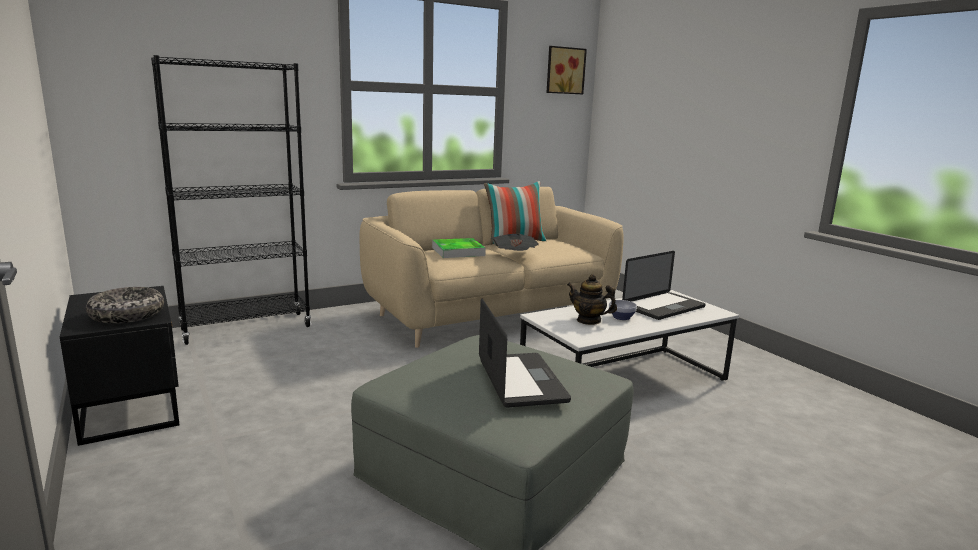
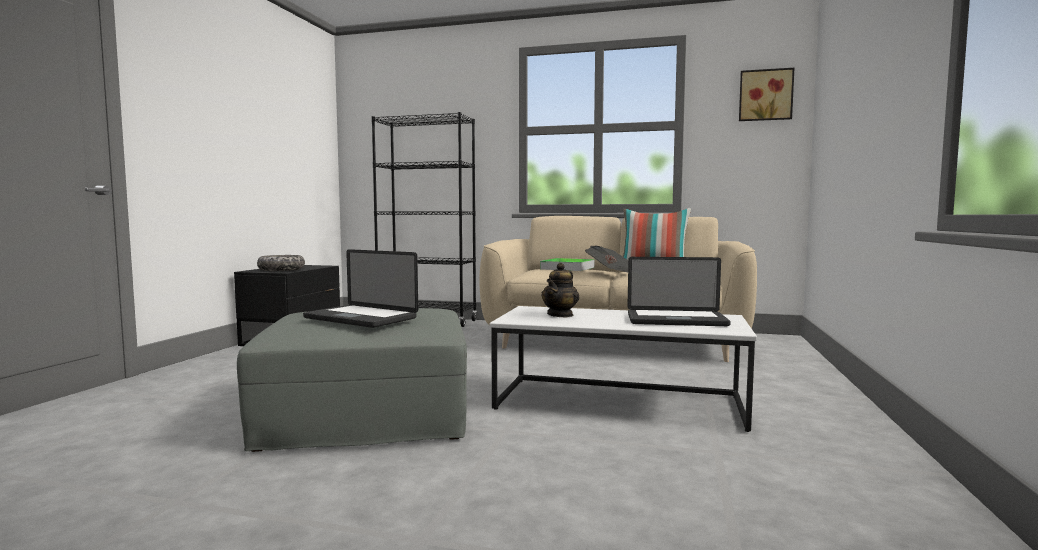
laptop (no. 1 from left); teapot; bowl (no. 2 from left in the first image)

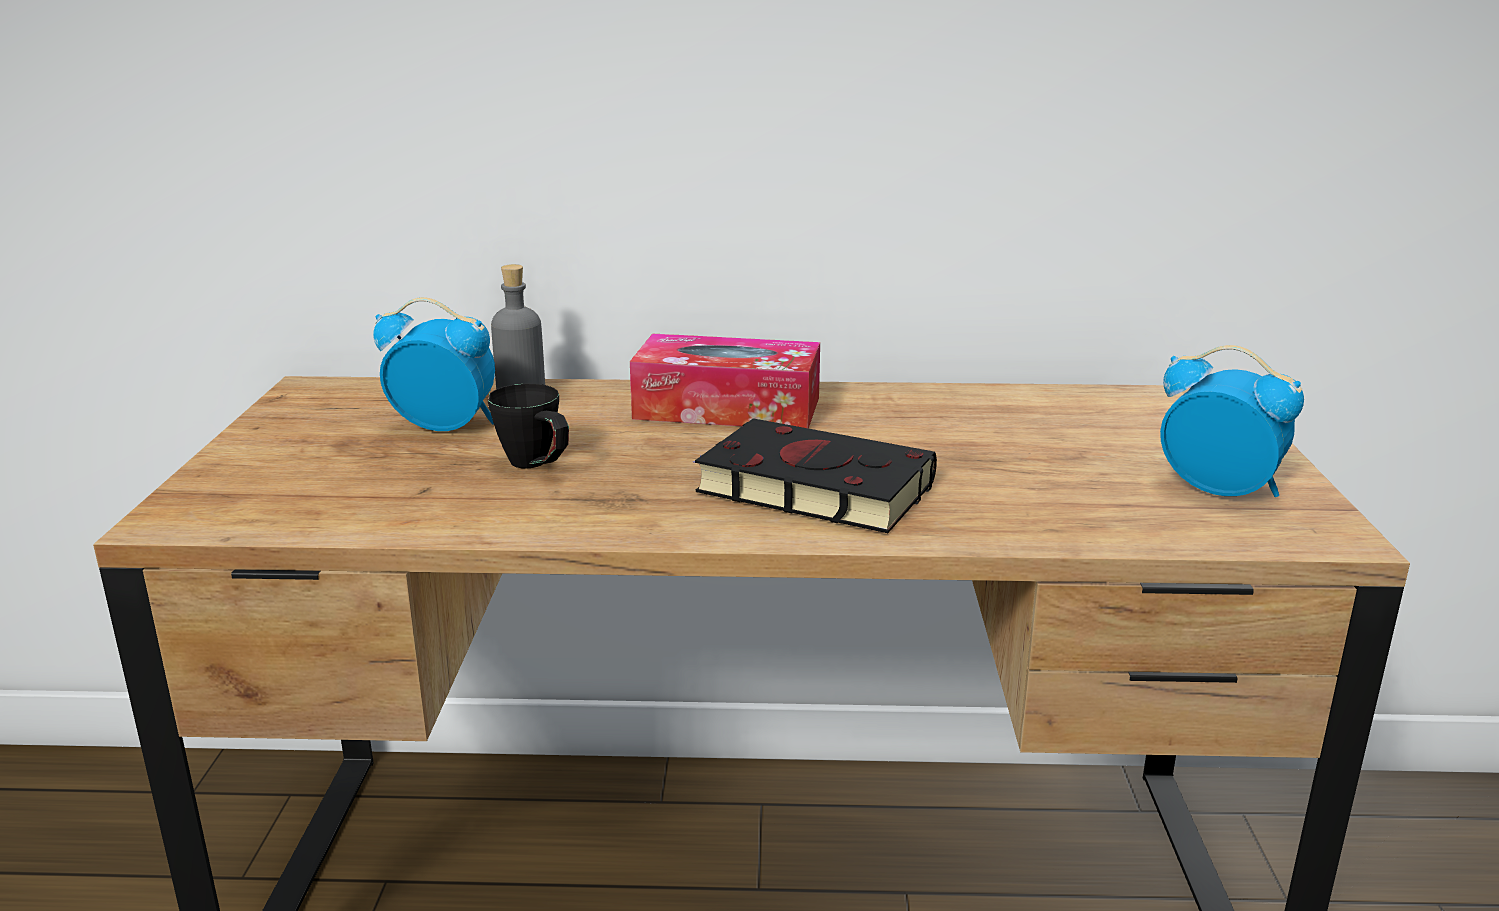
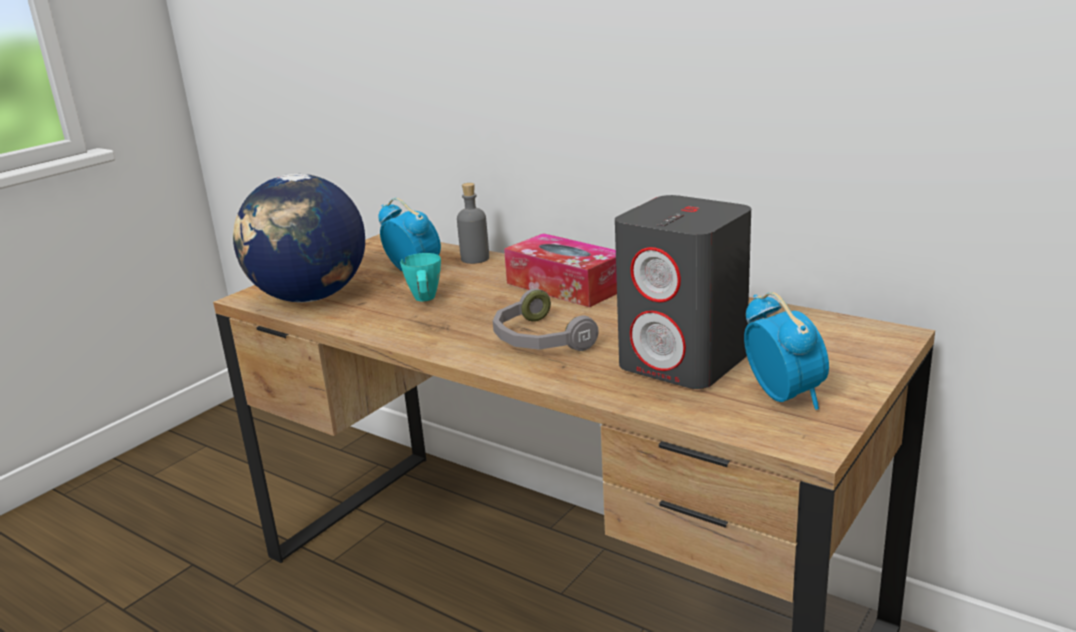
globe; turquoise mug; grey headphones; grey speaker

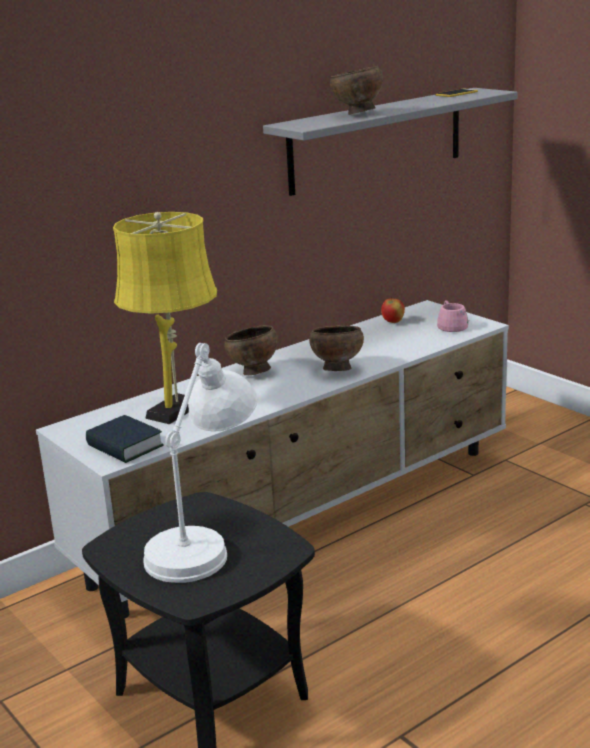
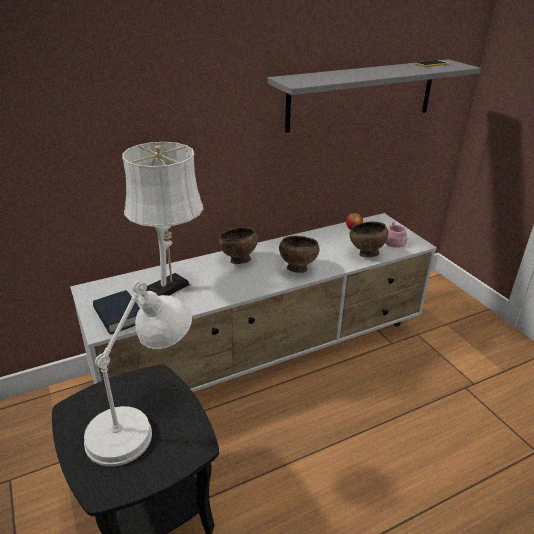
white table lamp (no. 2 from left); brown bowl (no. 3 from left)

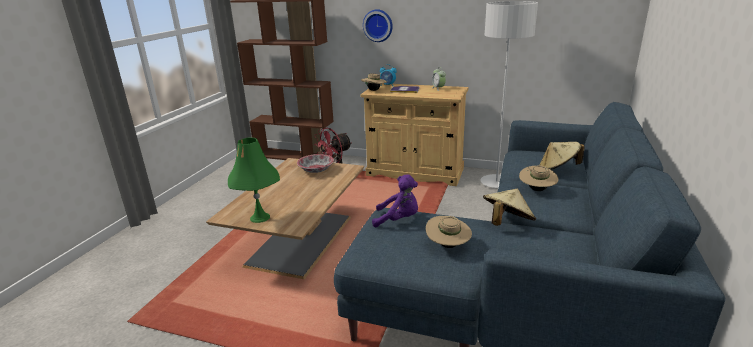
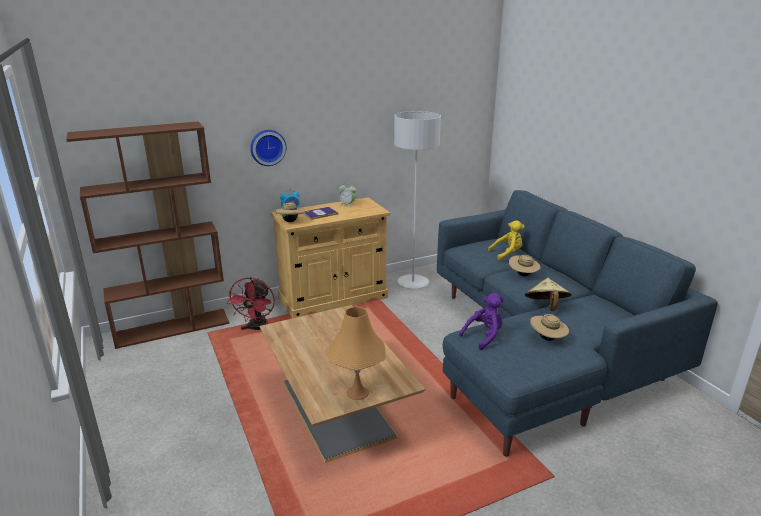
orange table lamp; yellow plush toy; bowl

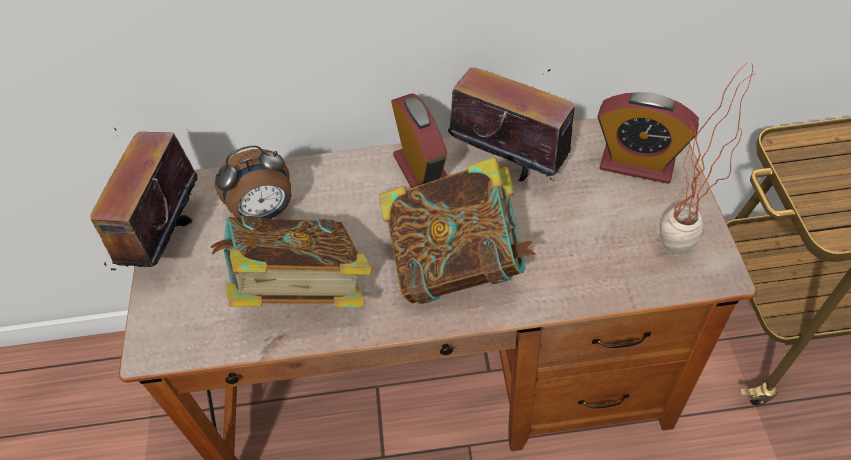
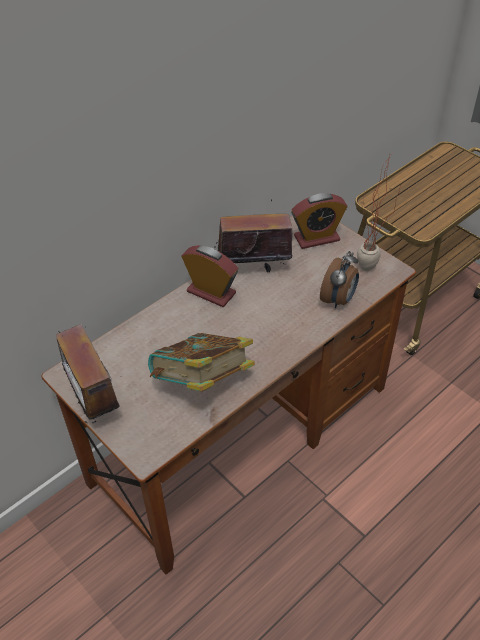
alarm clock (no. 3 from left); book (no. 2 from left in the first image)

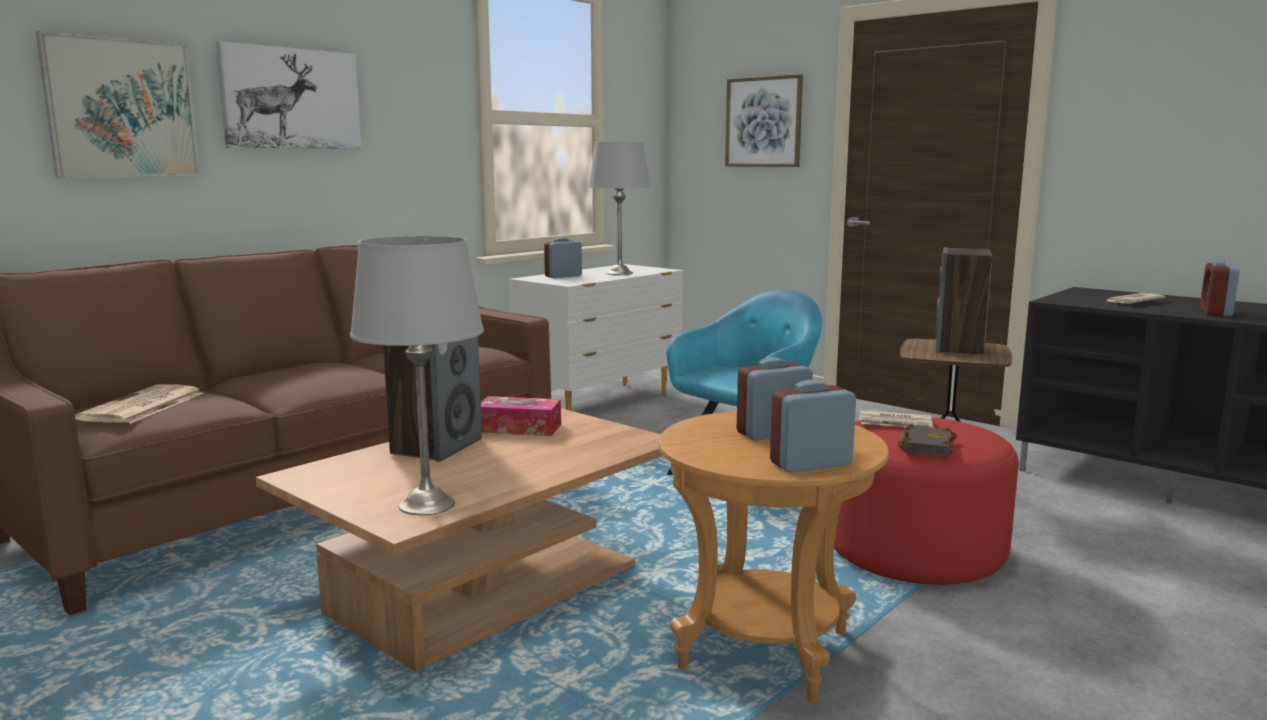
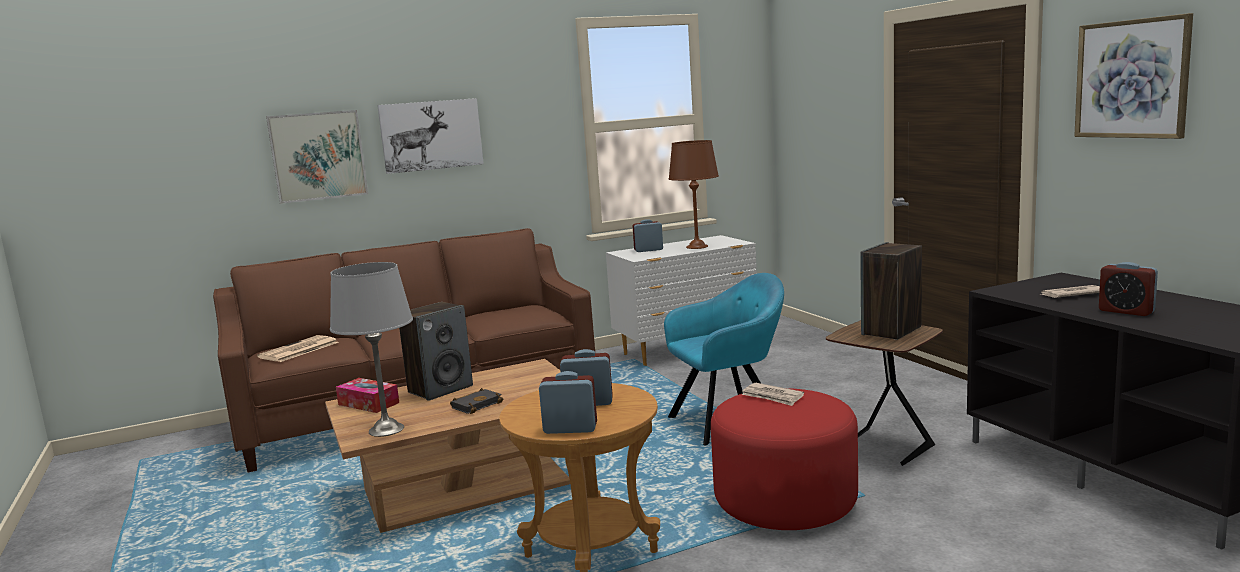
tissue box; black book; brown table lamp; picture (no. 3 from left); alarm clock (no. 4 from left)

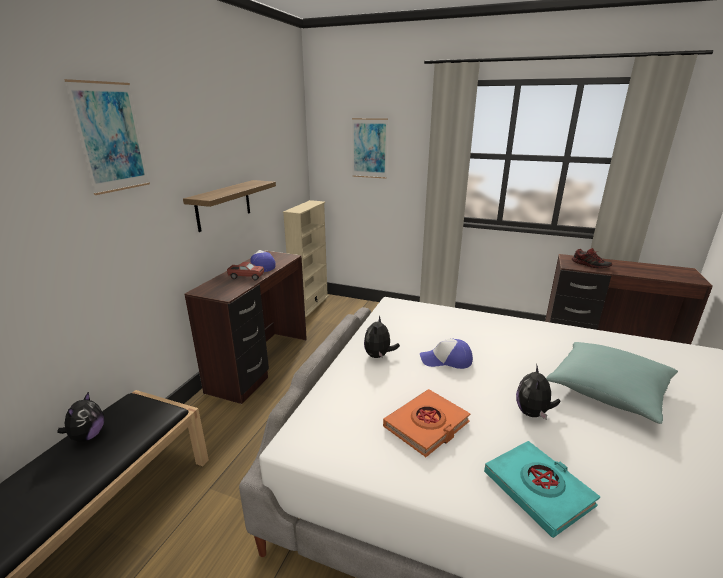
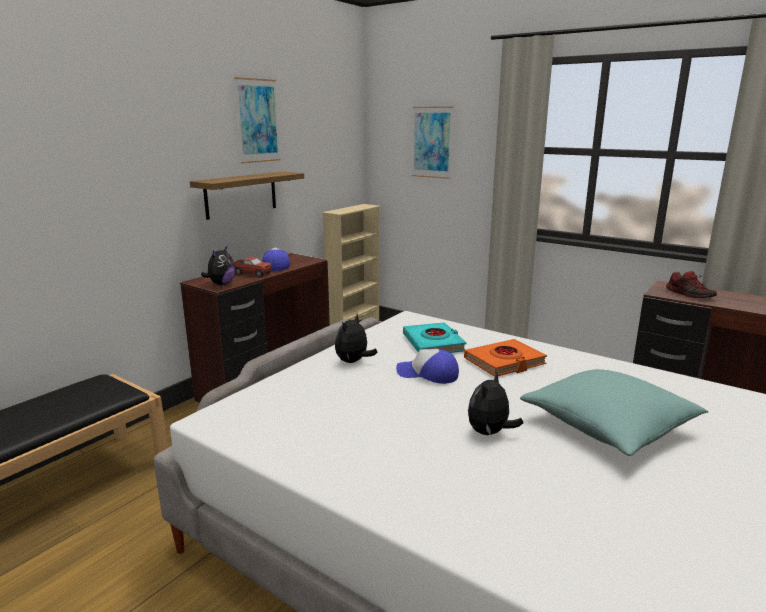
plush toy (no. 1 from left); picture (no. 1 from left); turquoise book; orange book

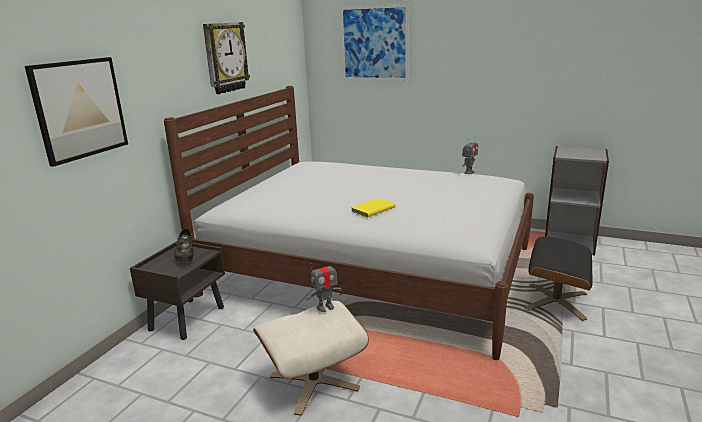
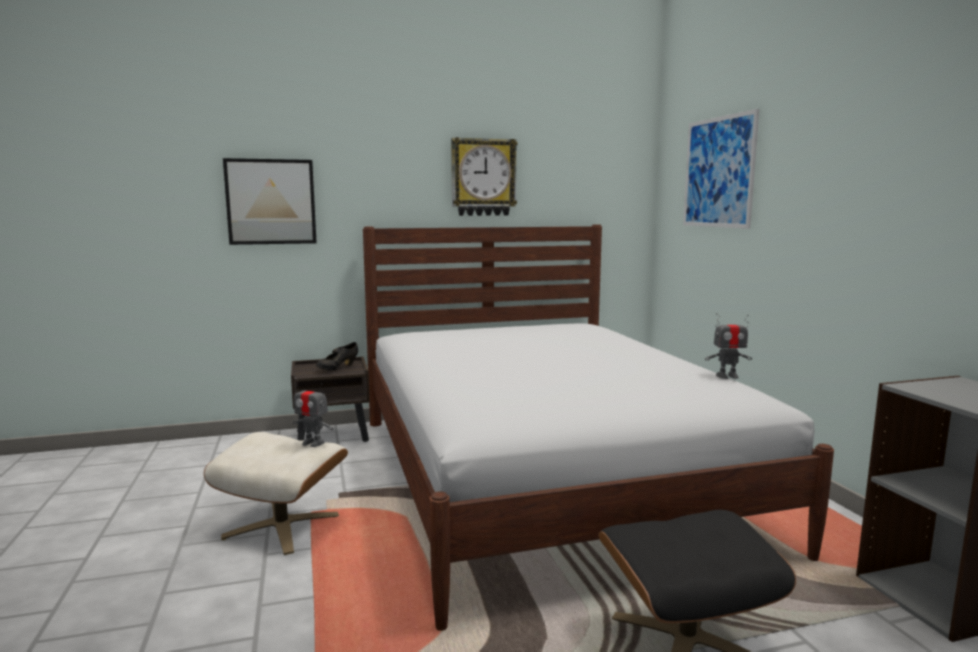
yellow book

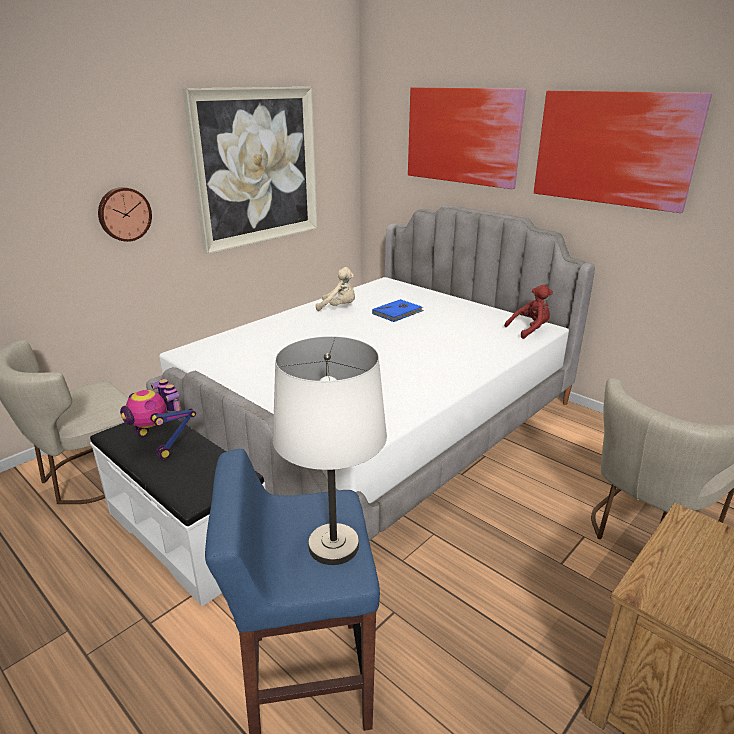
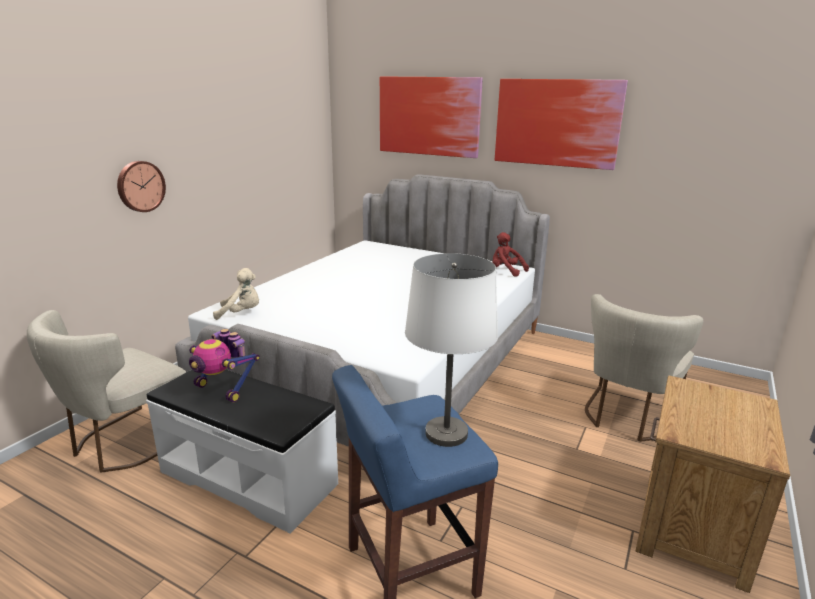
beige plush toy; red plush toy; picture (no. 1 from left in the first image); blue book

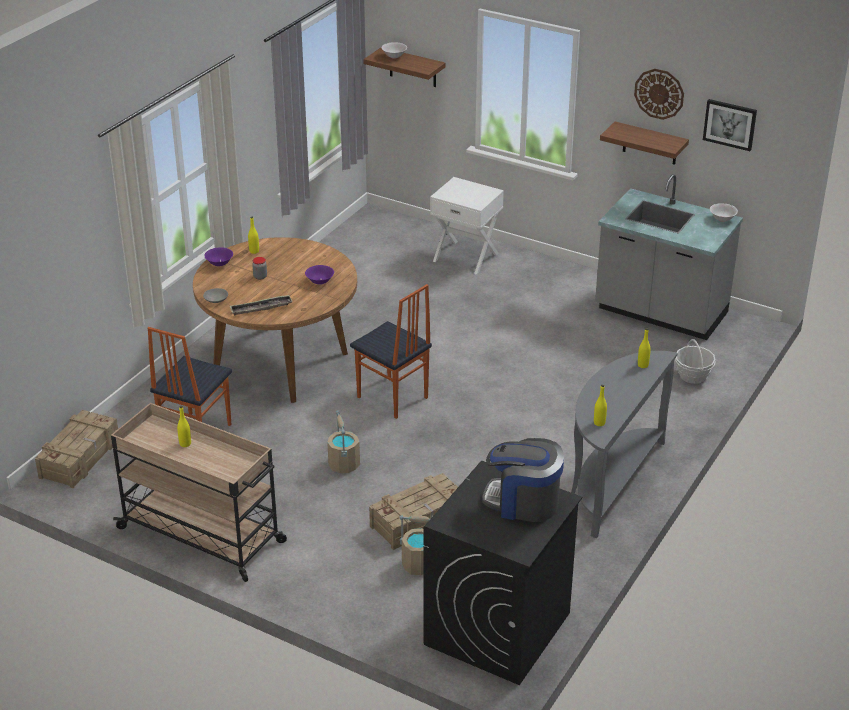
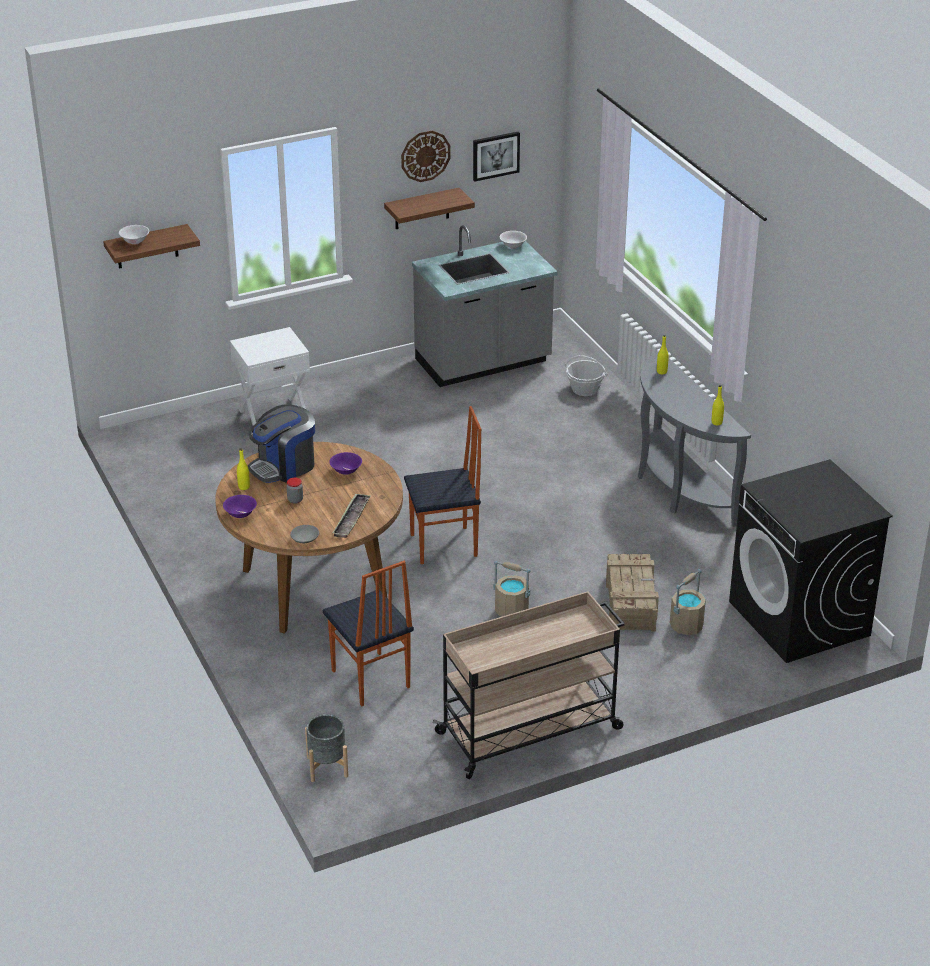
coffee machine; grey planter; yellow bottle (no. 1 from left in the first image)

